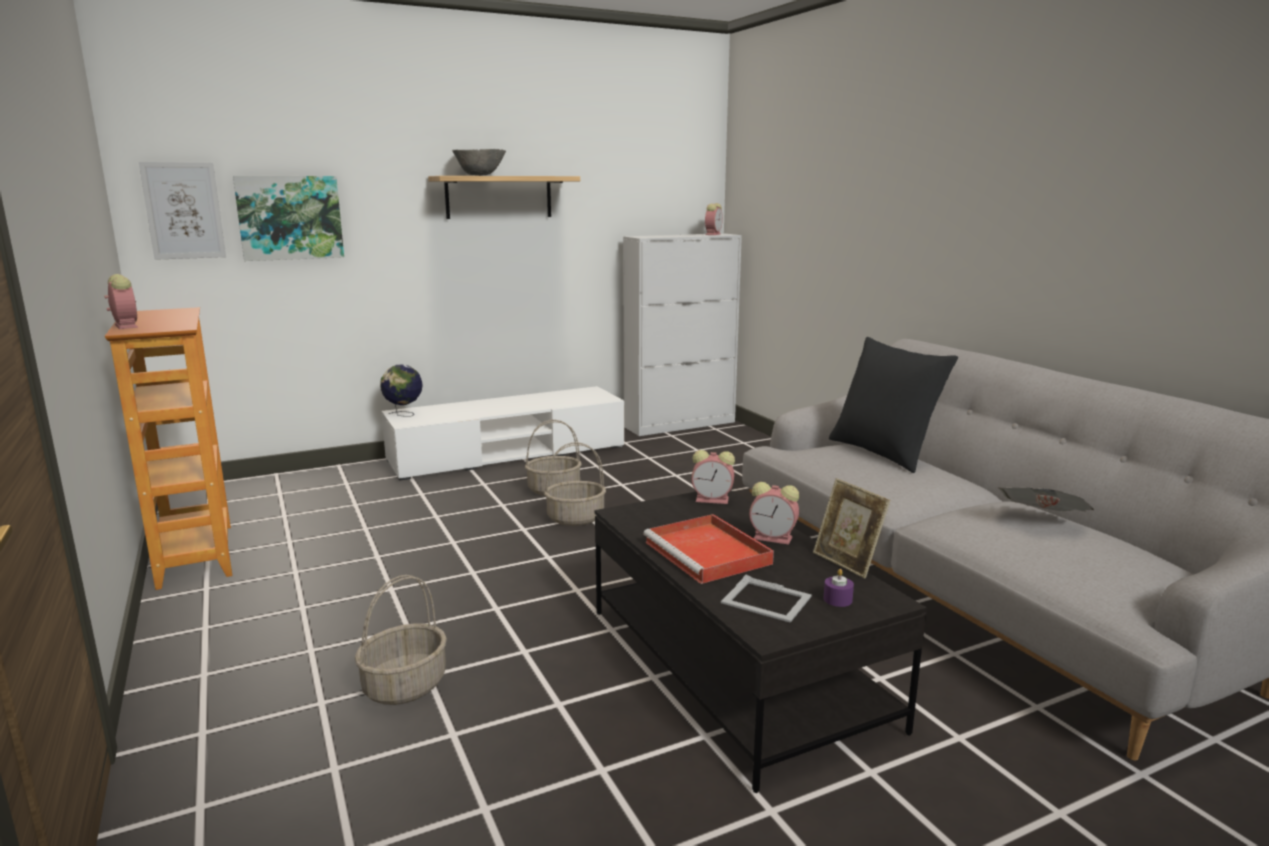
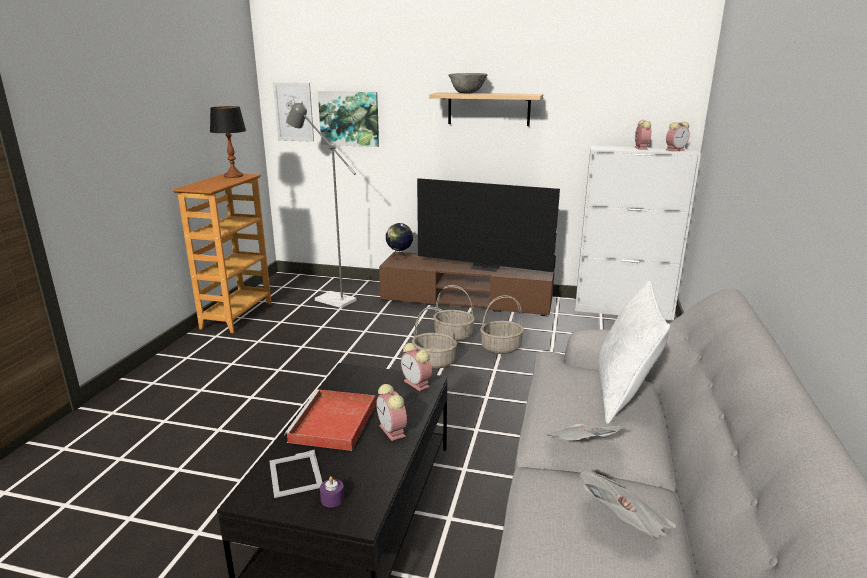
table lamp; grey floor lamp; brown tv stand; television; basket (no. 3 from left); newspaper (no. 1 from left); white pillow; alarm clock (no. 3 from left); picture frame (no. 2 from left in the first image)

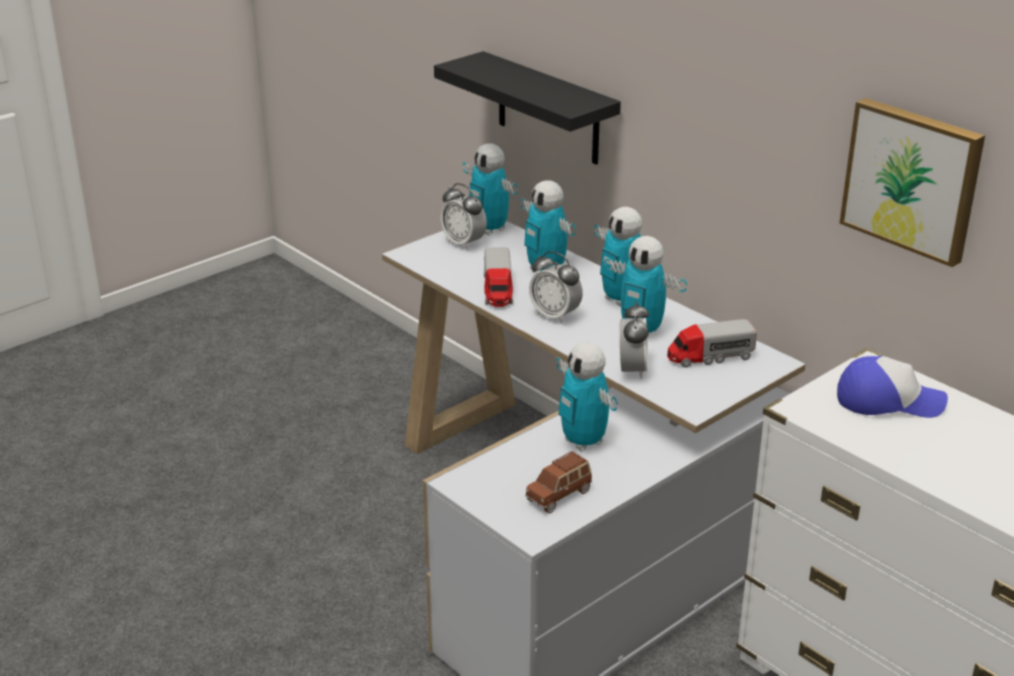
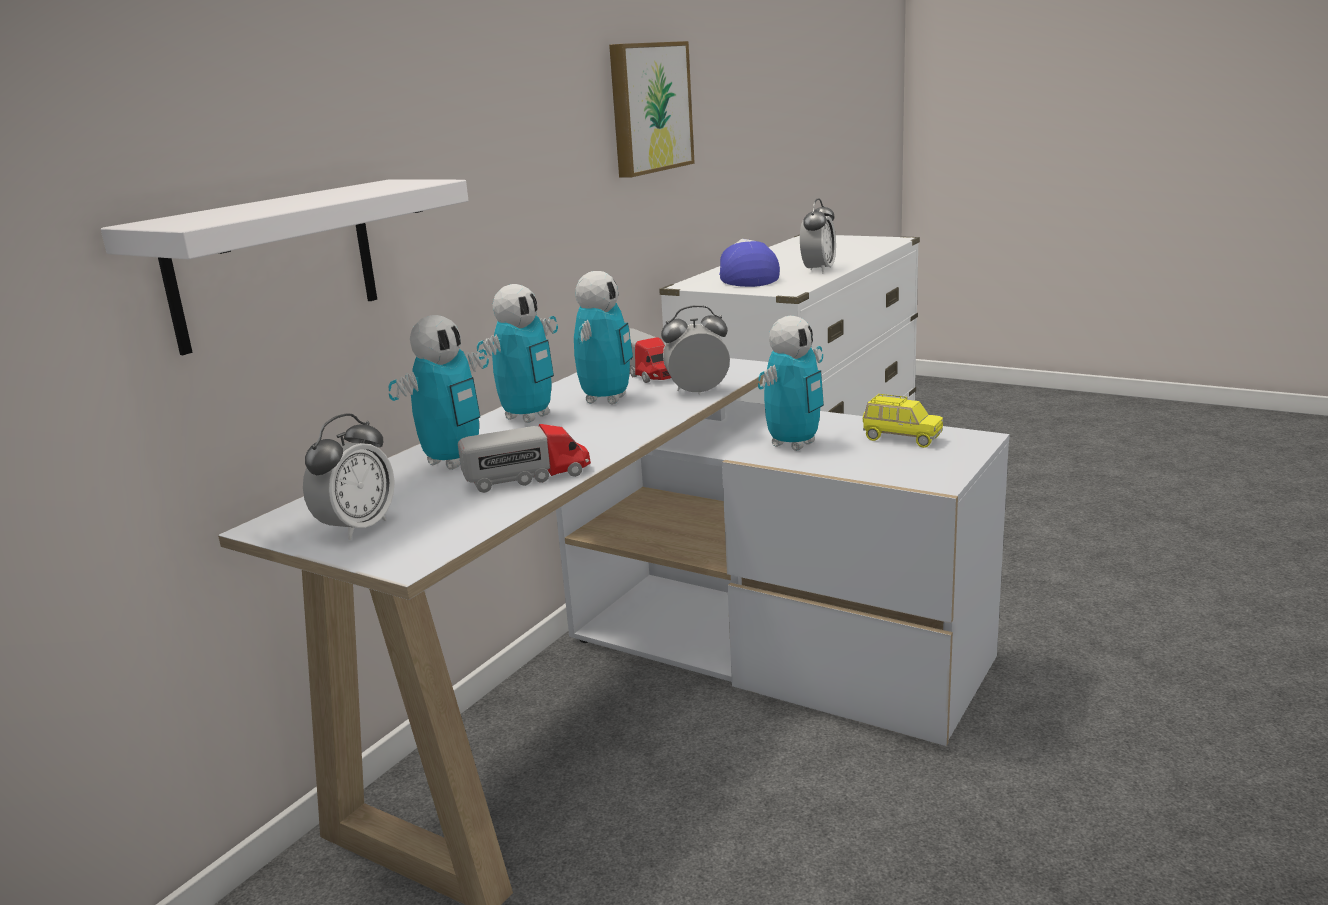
white shelf; alarm clock (no. 3 from left); yellow toy car; toy robot (no. 1 from left in the first image)

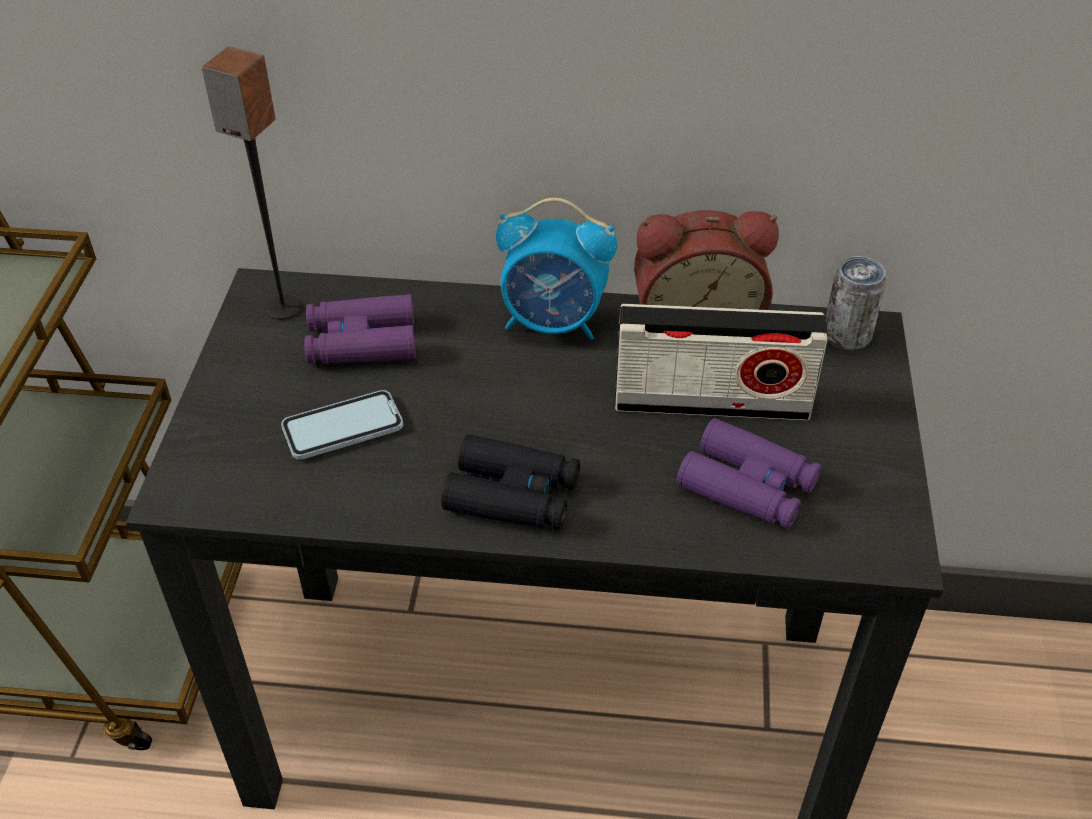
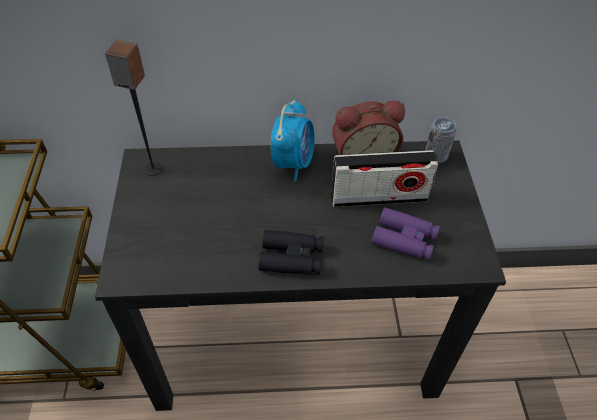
alarm clock (no. 1 from left); phone; purple binoculars (no. 1 from left in the first image)

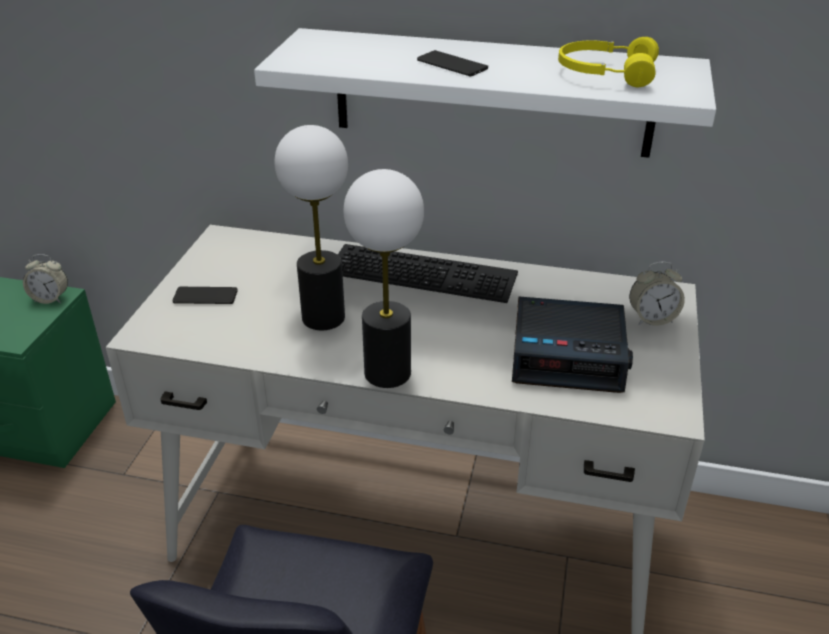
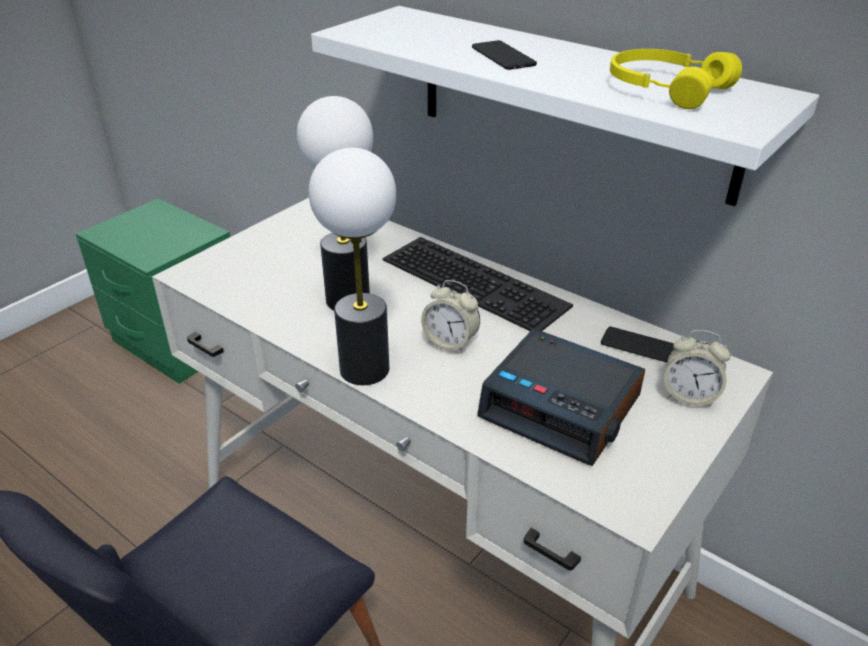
alarm clock (no. 1 from left); phone (no. 2 from left)

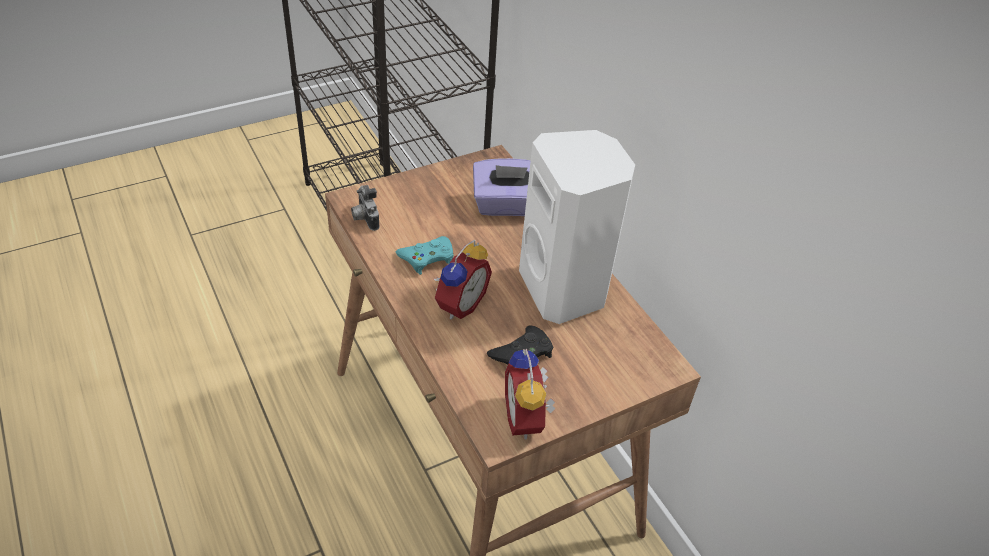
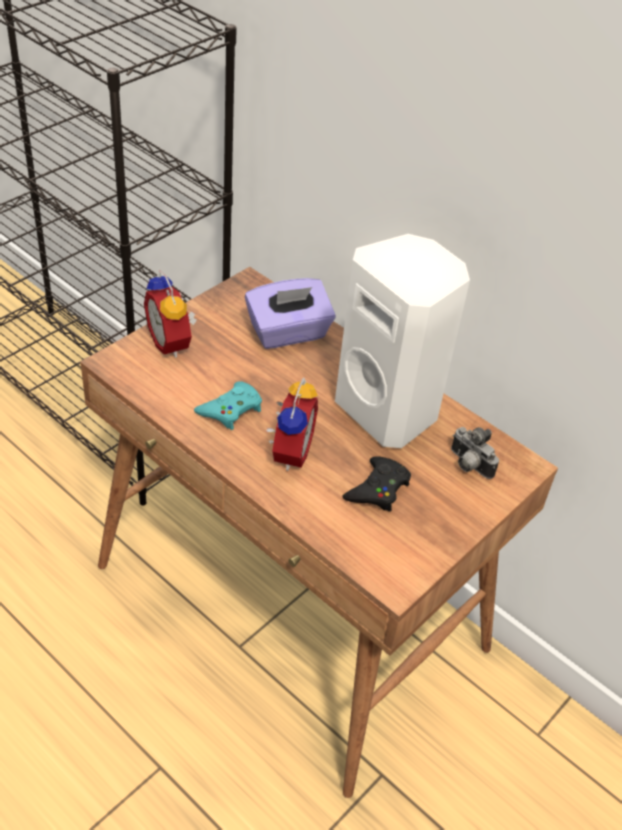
alarm clock (no. 1 from left); photo camera

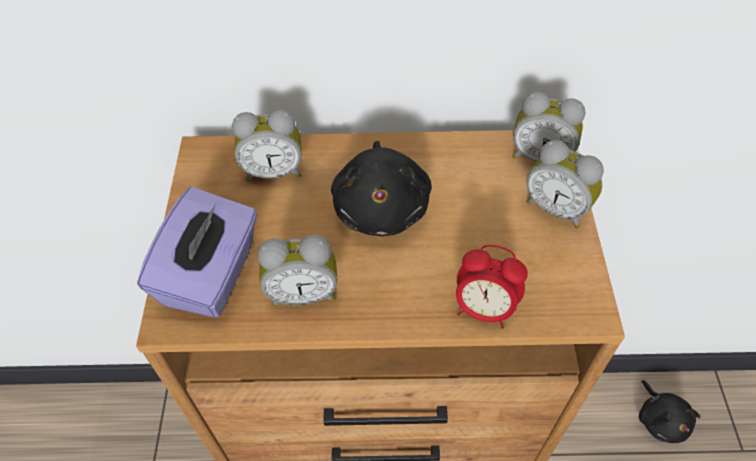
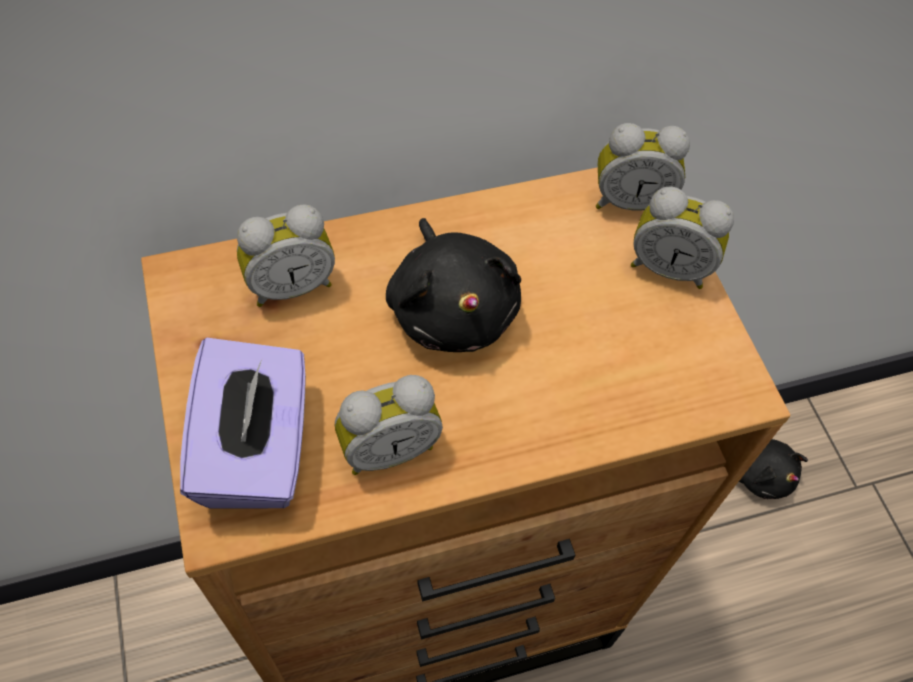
alarm clock (no. 3 from left in the first image)

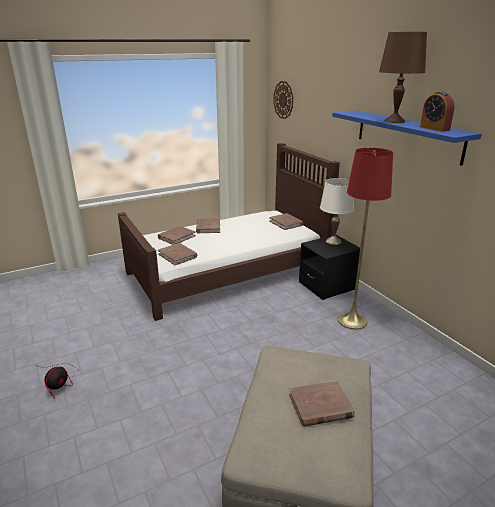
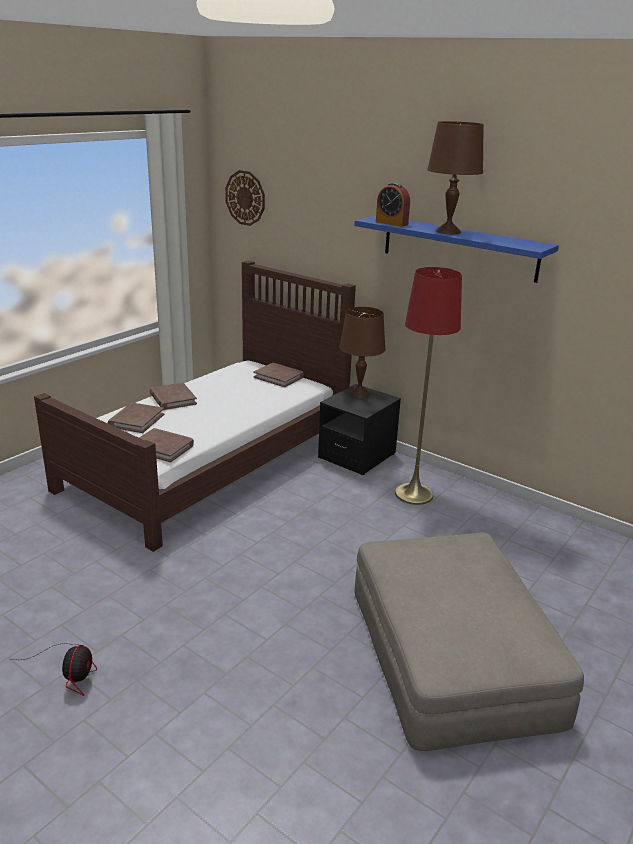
brown table lamp (no. 1 from left); alarm clock; brown book (no. 5 from left in the first image)

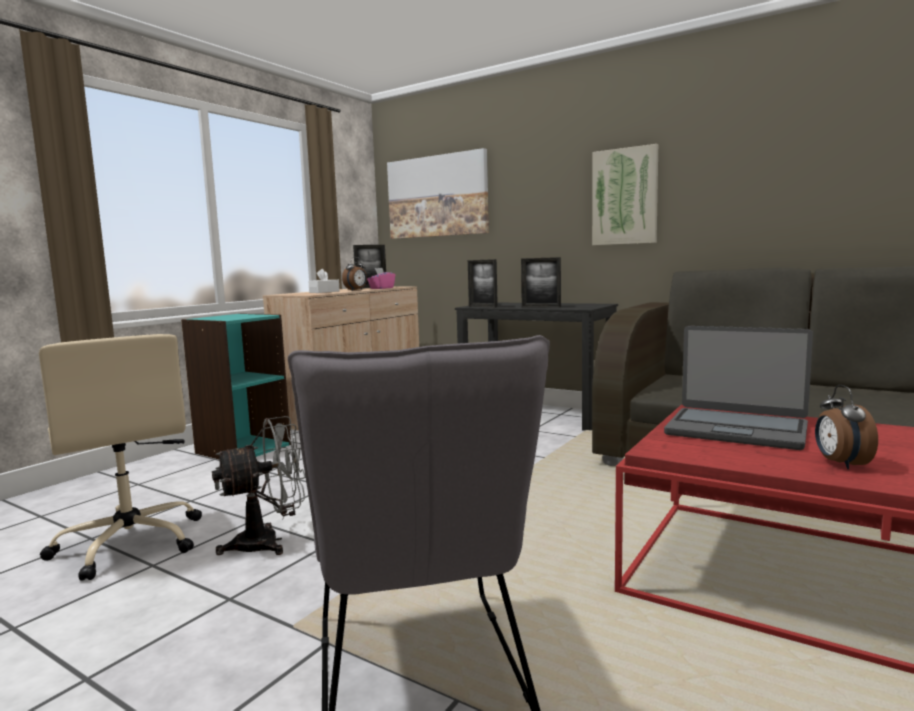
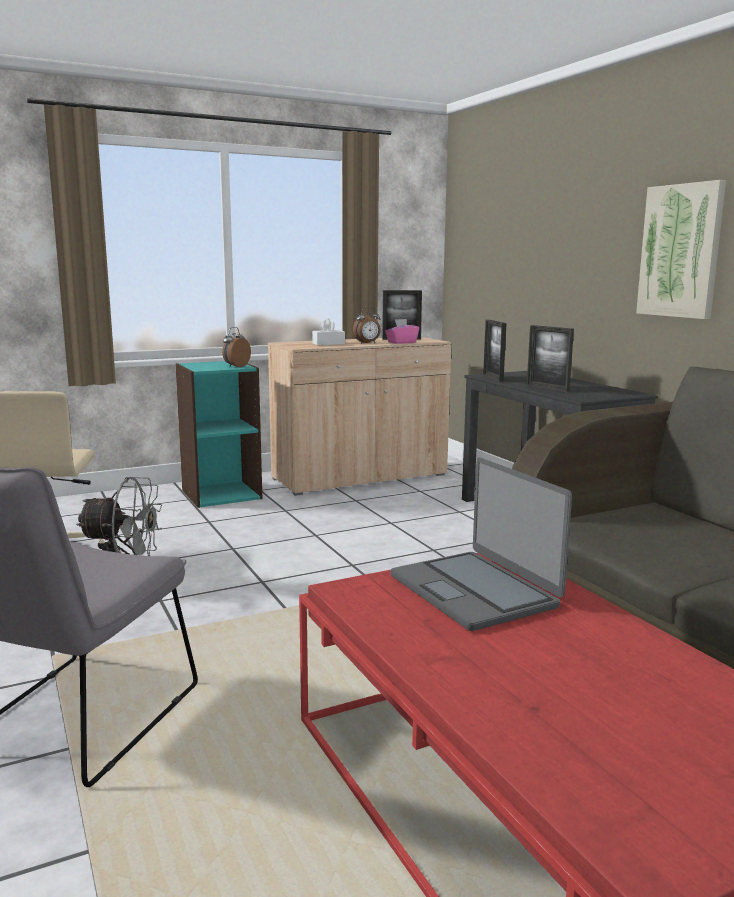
alarm clock (no. 1 from left); picture (no. 1 from left in the first image)

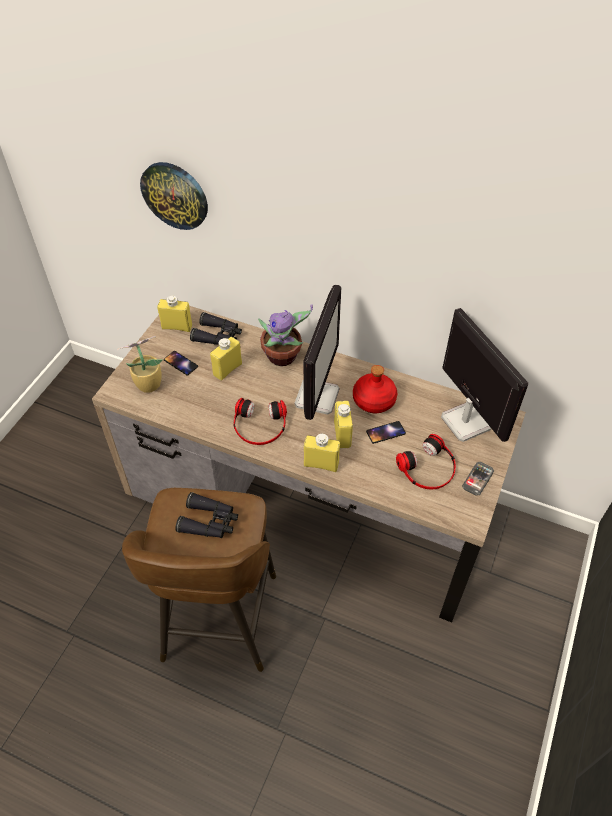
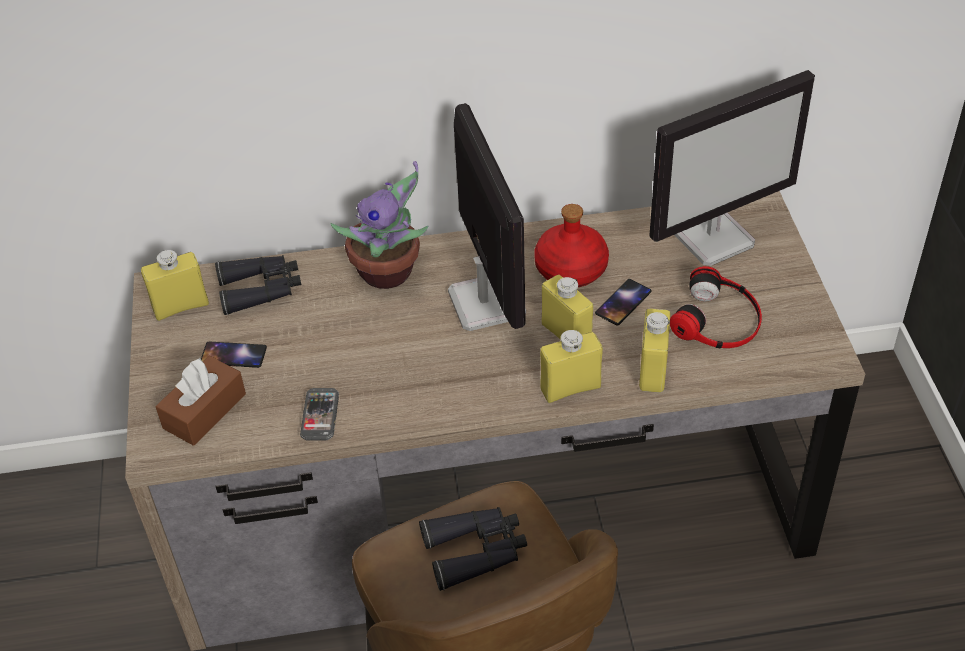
brown tissue box; phone (no. 2 from left); yellow bottle (no. 4 from left); monitor (no. 2 from left); wall clock; headphones (no. 1 from left in the first image)

